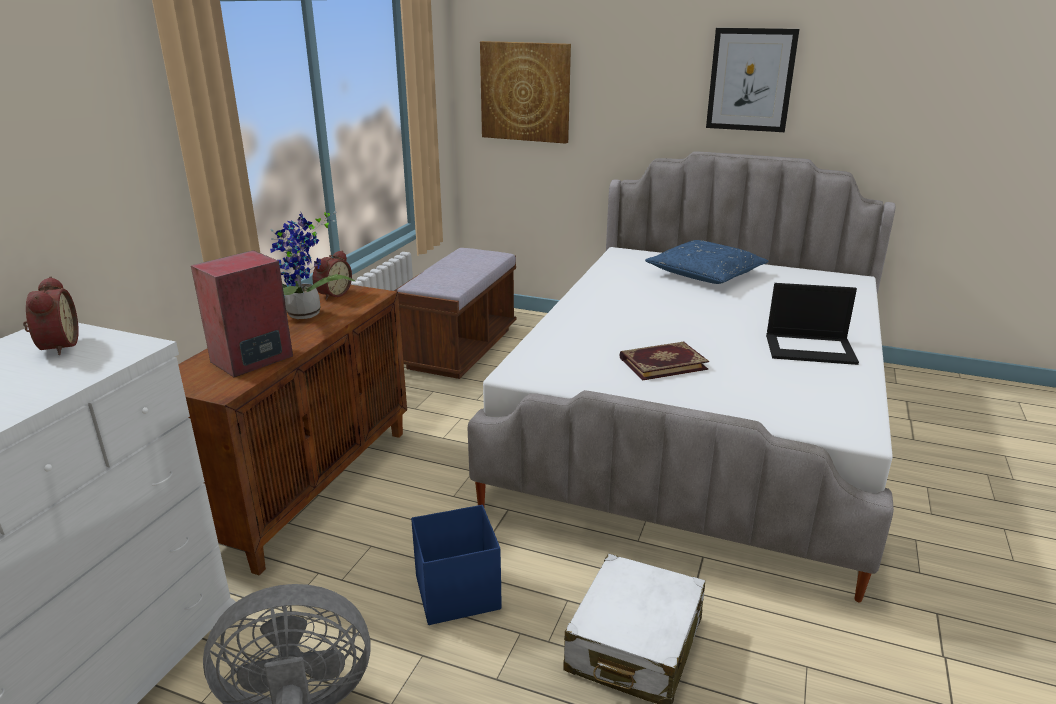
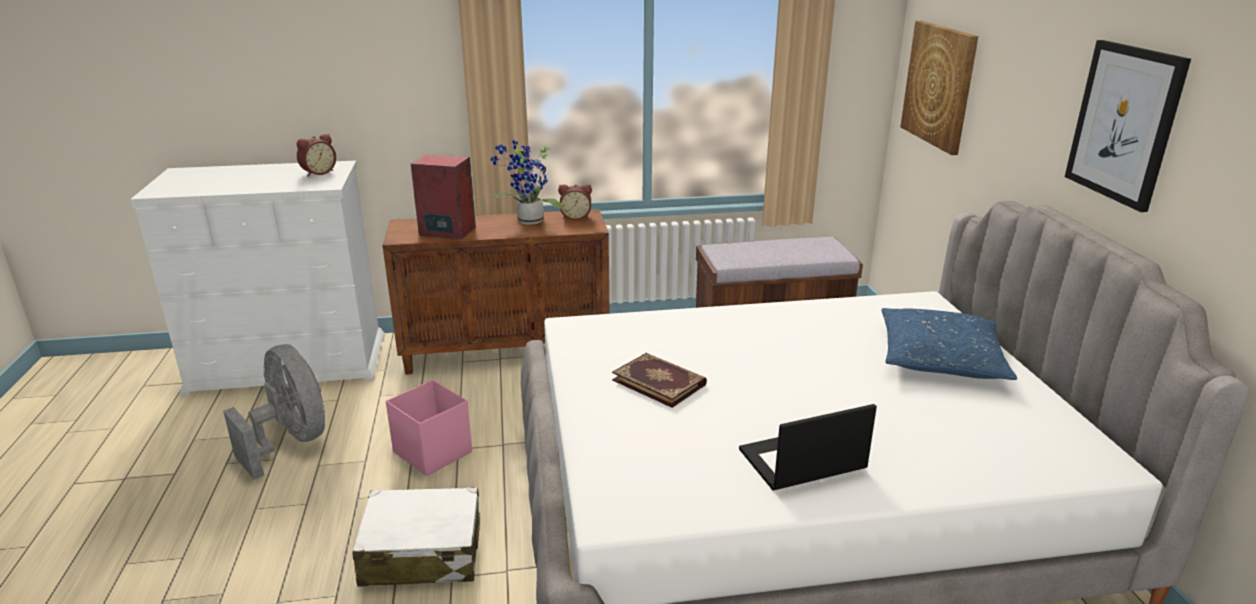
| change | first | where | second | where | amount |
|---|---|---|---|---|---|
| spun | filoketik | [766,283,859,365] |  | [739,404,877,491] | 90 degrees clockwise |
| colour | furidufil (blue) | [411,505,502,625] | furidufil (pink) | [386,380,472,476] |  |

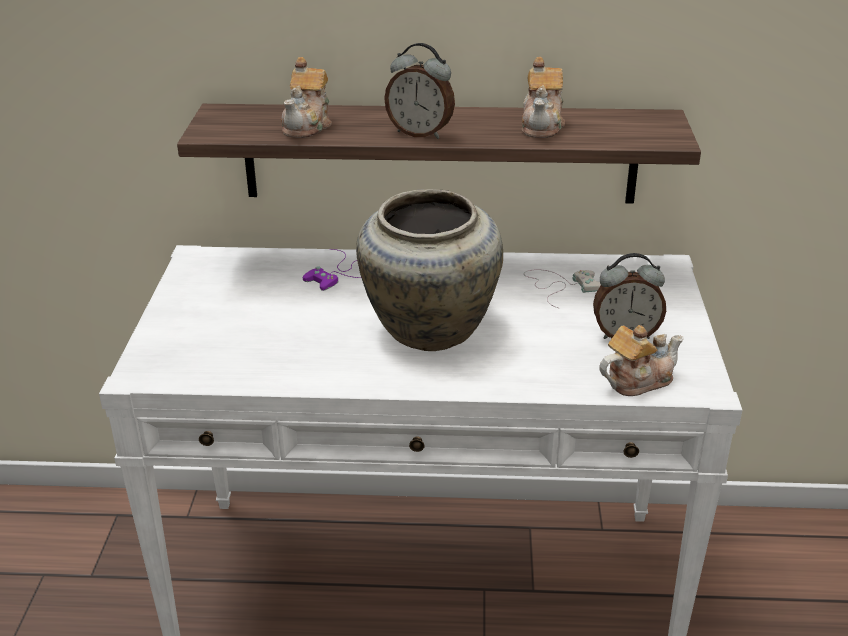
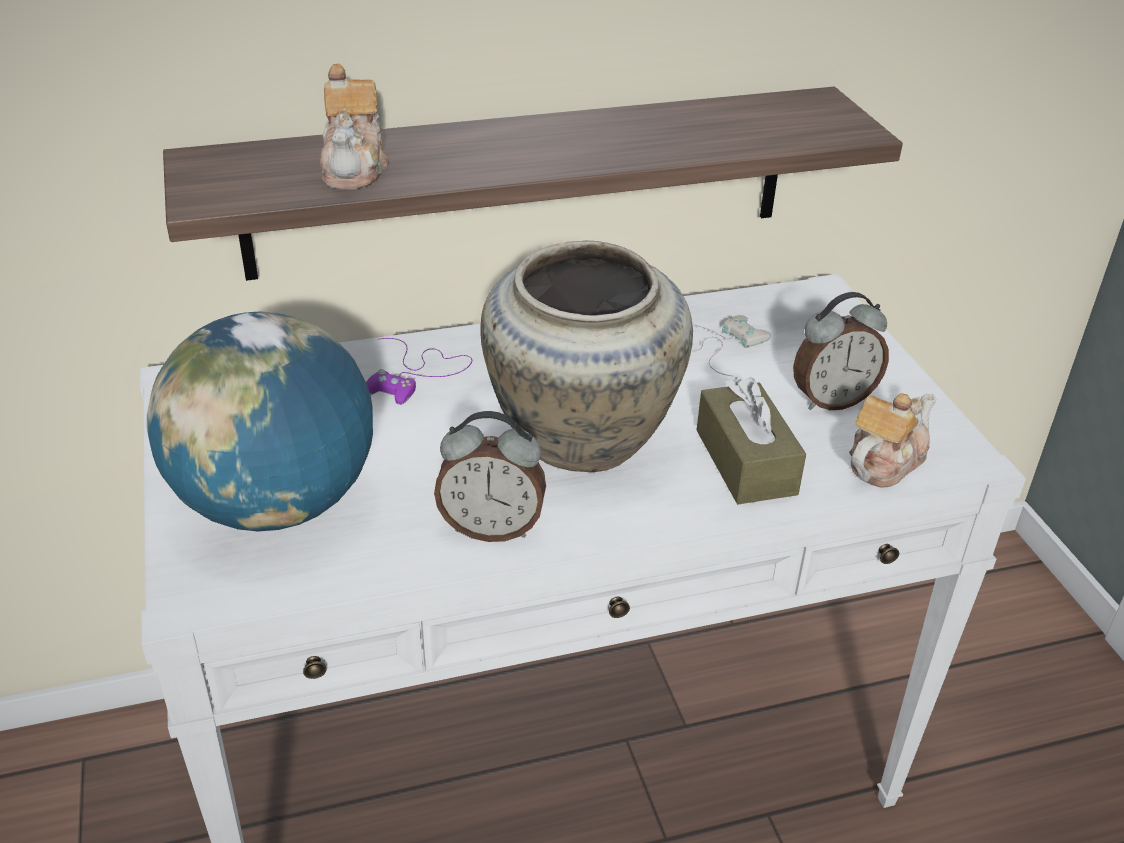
| change | first | where | second | where | amount |
|---|---|---|---|---|---|
| relocated | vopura | [384,43,455,139] |  | [434,411,546,542] |  |
| missing | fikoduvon | [522,57,565,138] |  |  |  |
| appeared |  |  | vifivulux | [147,311,373,531] |  |
| appeared |  |  | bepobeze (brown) | [697,377,806,504] |  |

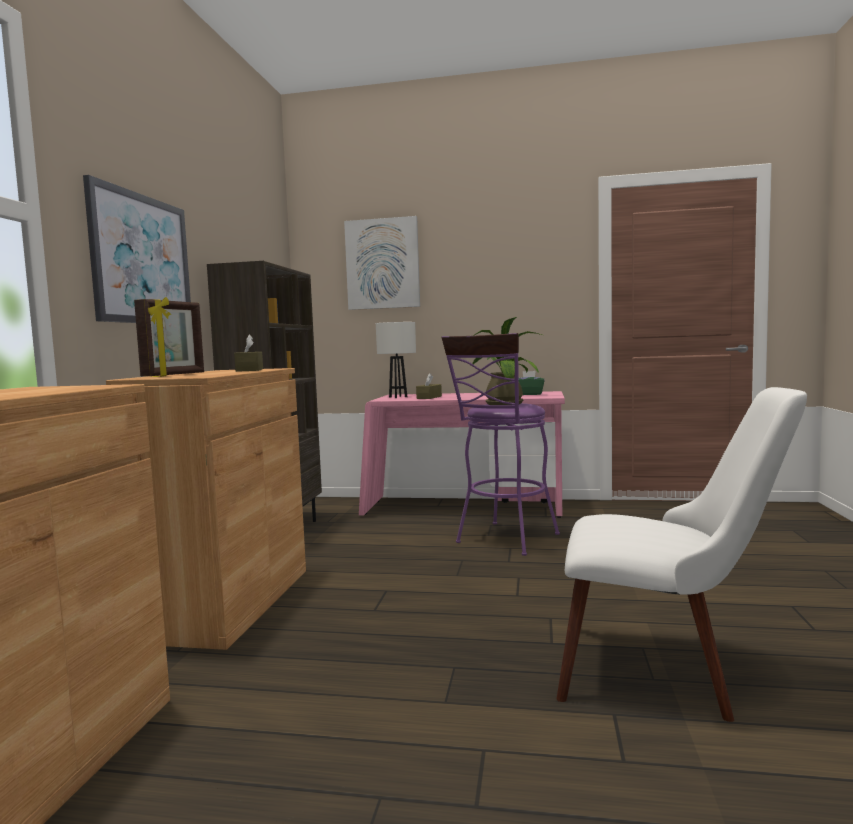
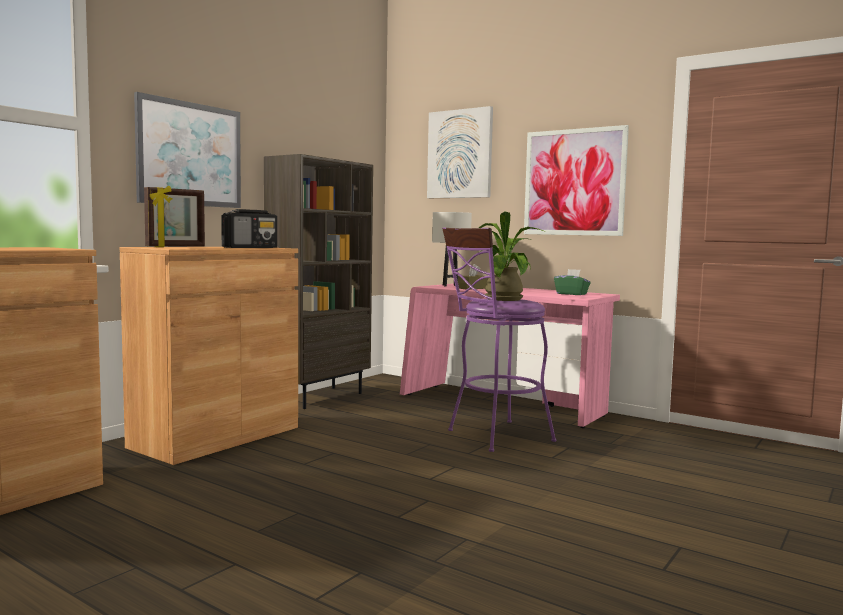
| change | first | where | second | where | amount |
|---|---|---|---|---|---|
| exchanged | bepobeze (brown) | [234,335,263,372] | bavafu | [221,209,277,248] |  |
| missing | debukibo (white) | [556,387,807,722] |  |  |  |
| appeared |  |  | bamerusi | [524,125,629,236] |  |

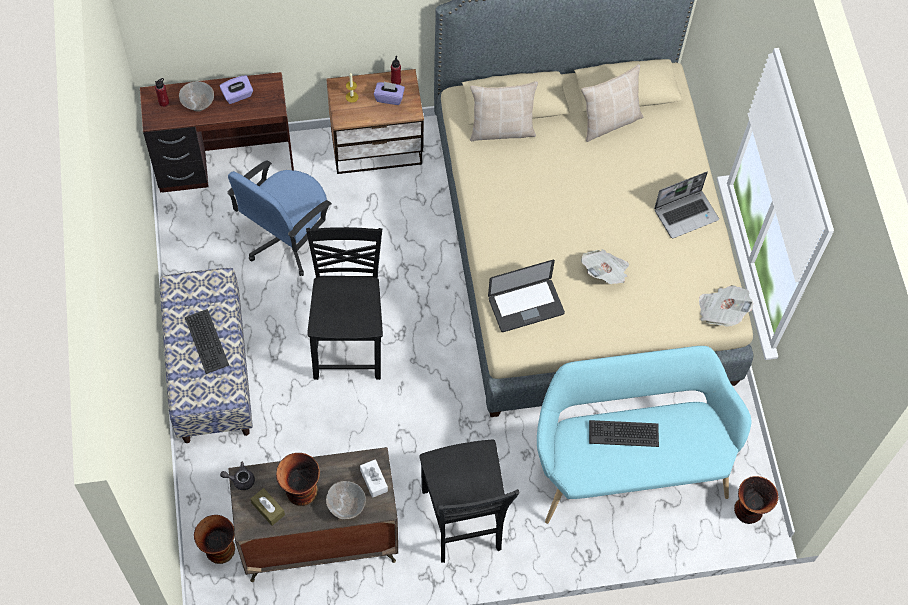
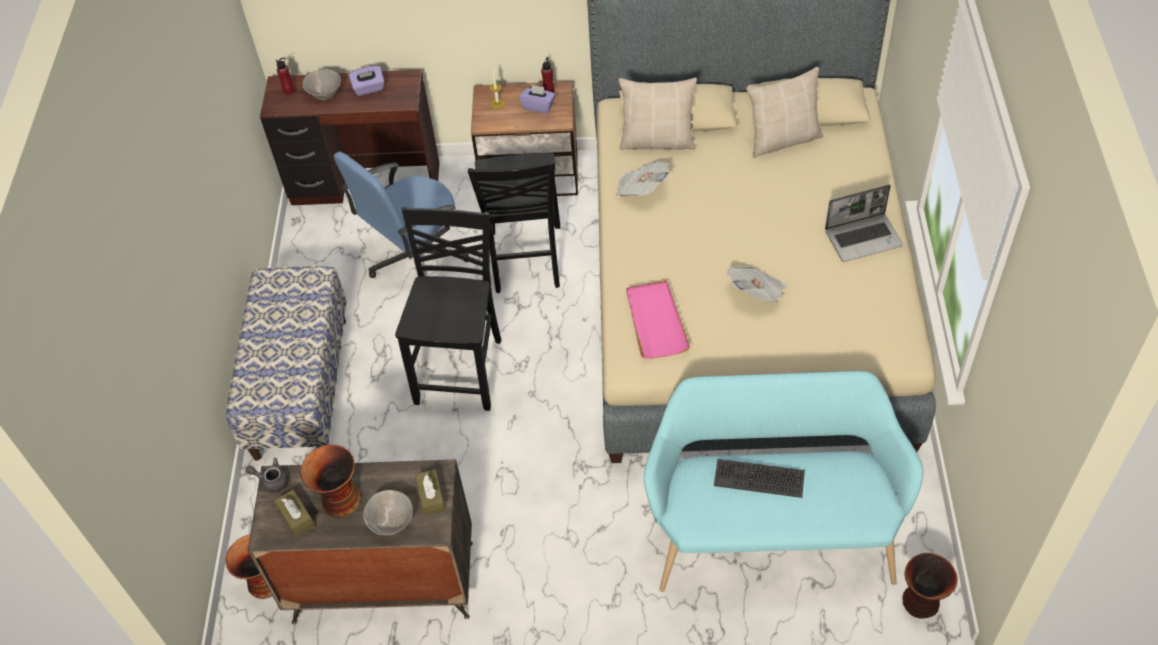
| change | first | where | second | where | amount |
|---|---|---|---|---|---|
| exchanged | filoketik | [488,260,565,332] | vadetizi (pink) | [626,281,690,359] |  |
| relocated | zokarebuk | [699,285,753,327] |  | [615,161,670,197] |  |
| missing | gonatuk | [185,309,229,374] |  |  |  |
| relocated | debukibo (black) | [419,440,520,563] |  | [468,153,560,293] |  |
| colour | bepobeze (white) | [360,459,388,498] | bepobeze (brown) | [415,469,446,516] |  |

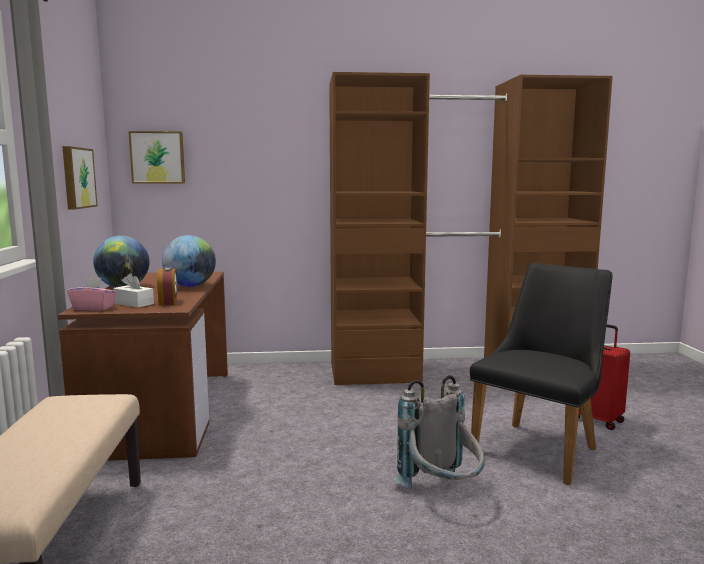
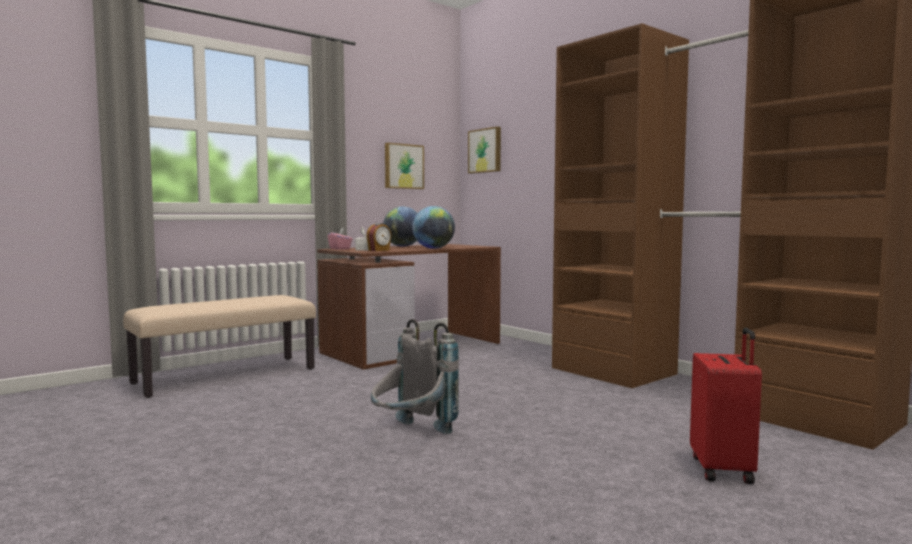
| change | first | where | second | where | amount |
|---|---|---|---|---|---|
| missing | debukibo (black) | [470,263,613,485] |  |  |  |

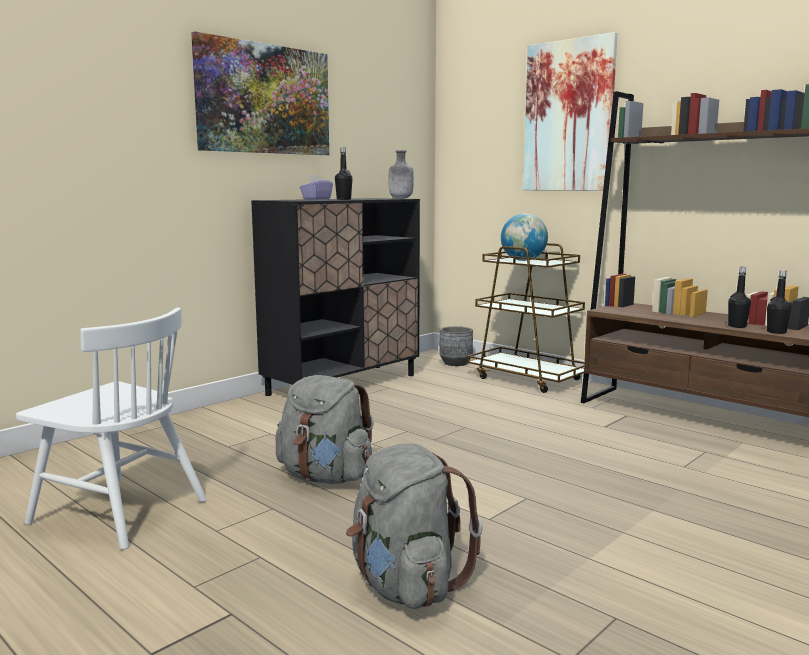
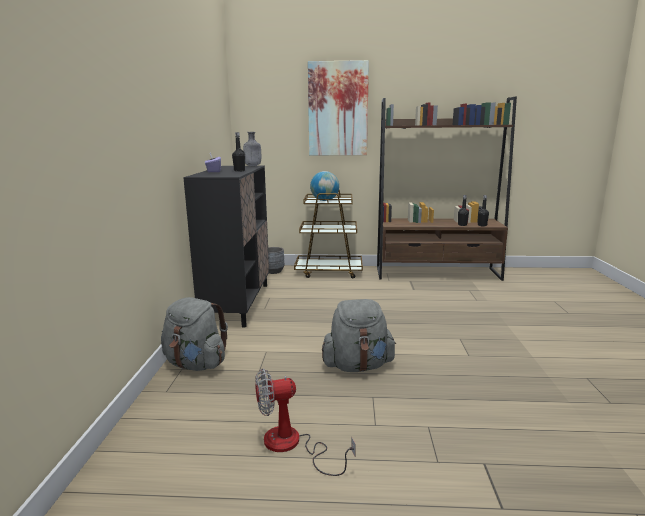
| change | first | where | second | where | amount |
|---|---|---|---|---|---|
| missing | bamerusi | [191,31,329,155] |  |  |  |
| exchanged | debukibo (white) | [16,308,207,550] | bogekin | [255,368,356,476] |  |
| relocated | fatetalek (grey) | [346,443,483,609] |  | [161,297,228,371] |  |

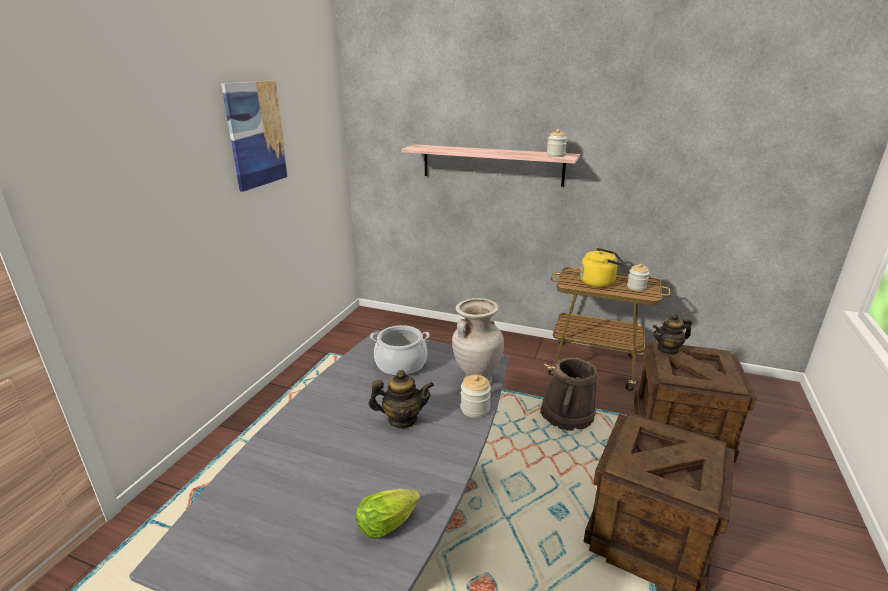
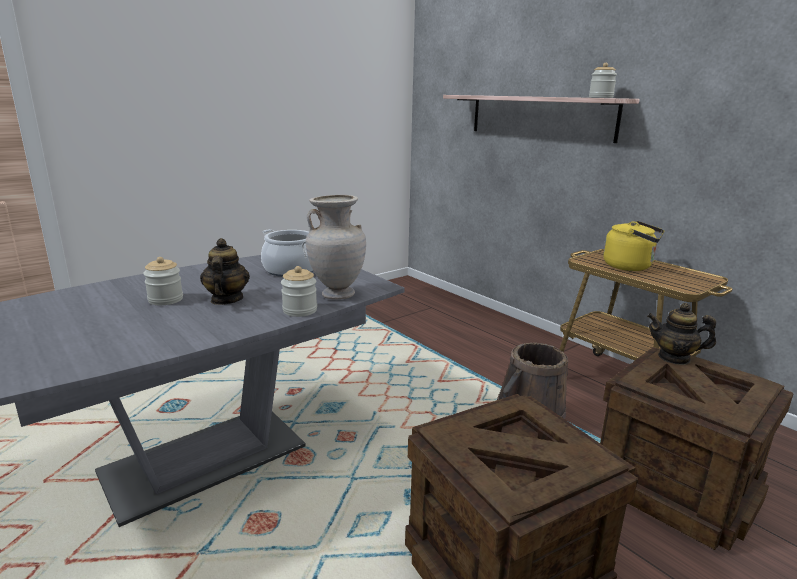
| change | first | where | second | where | amount |
|---|---|---|---|---|---|
| missing | bamerusi | [221,80,288,192] |  |  |  |
| relocated | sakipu | [627,264,649,291] |  | [143,257,183,305] |  |
| spun | fikoduvon | [369,370,434,428] |  | [200,238,250,305] | 120 degrees counterclockwise |
| missing | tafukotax | [356,489,420,538] |  |  |  |

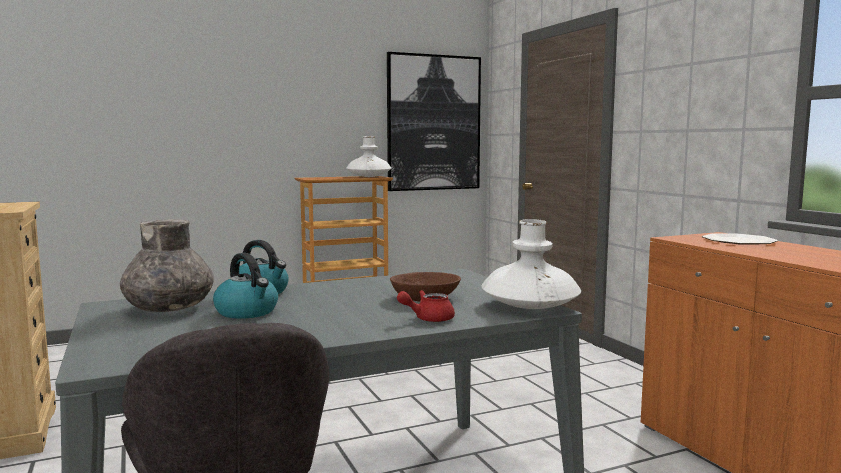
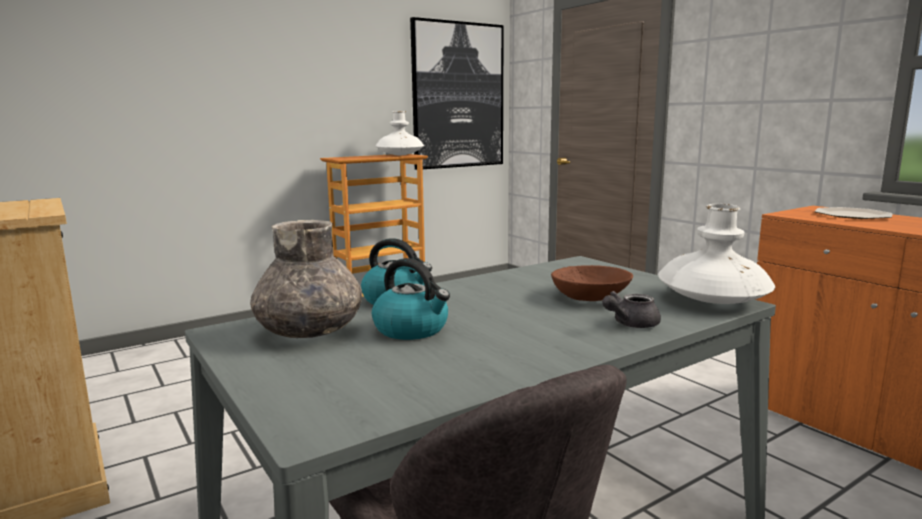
| change | first | where | second | where | amount |
|---|---|---|---|---|---|
| colour | fikoduvon (red) | [397,290,455,322] | fikoduvon (grey) | [602,291,661,328] |  |

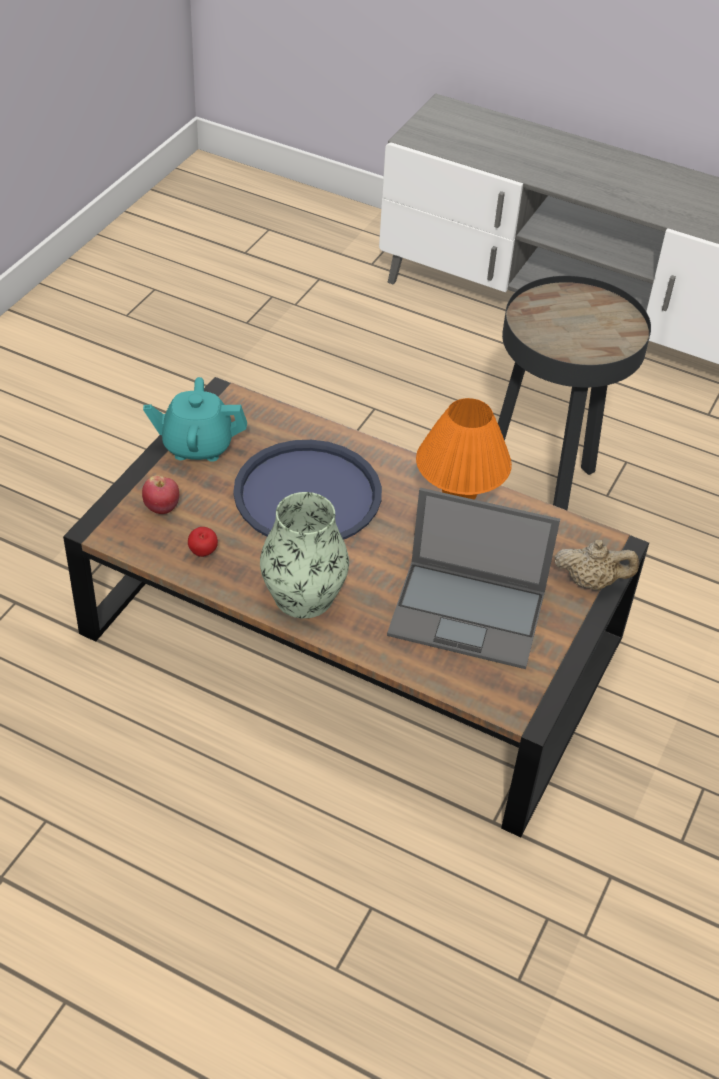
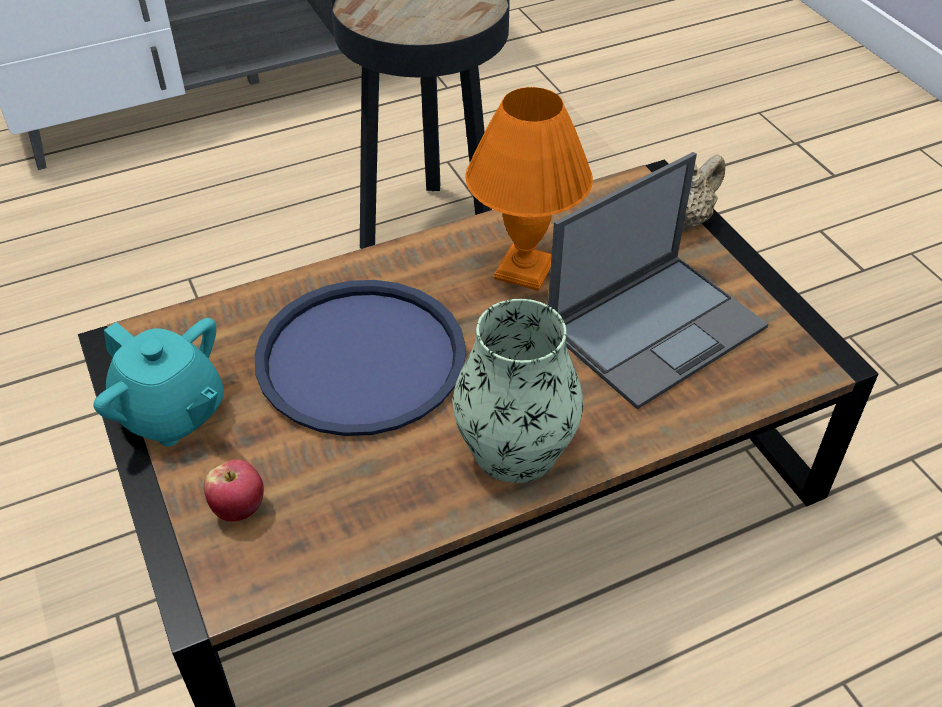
| change | first | where | second | where | amount |
|---|---|---|---|---|---|
| spun | fikoduvon (turquoise) | [143,377,247,462] |  | [93,318,224,446] | 90 degrees counterclockwise |
| missing | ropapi | [188,527,218,557] |  |  |  |

